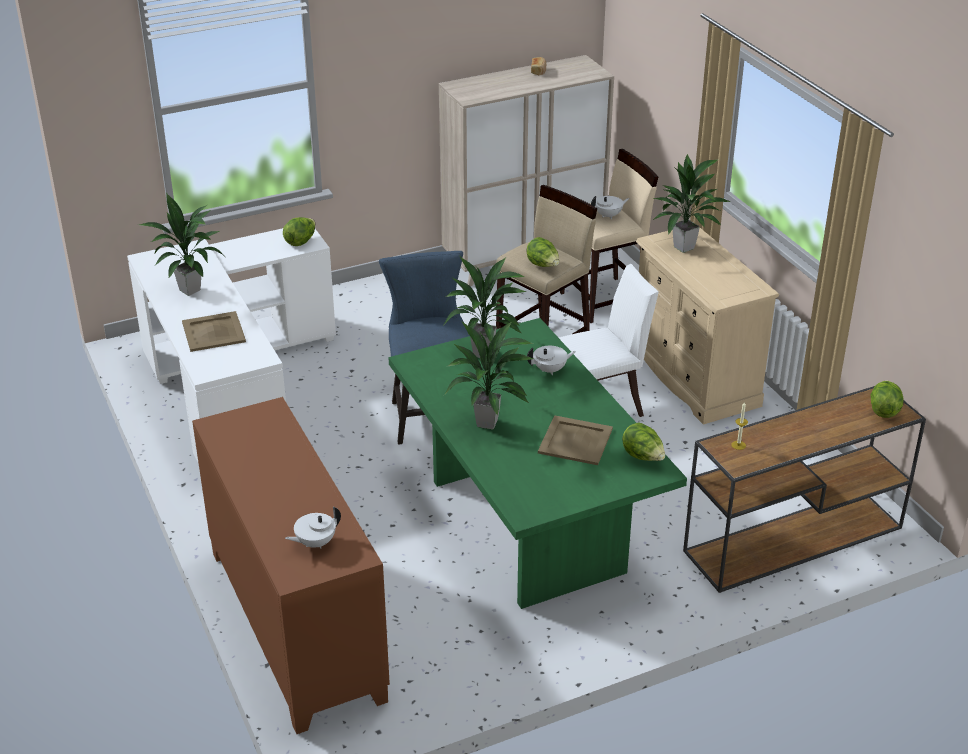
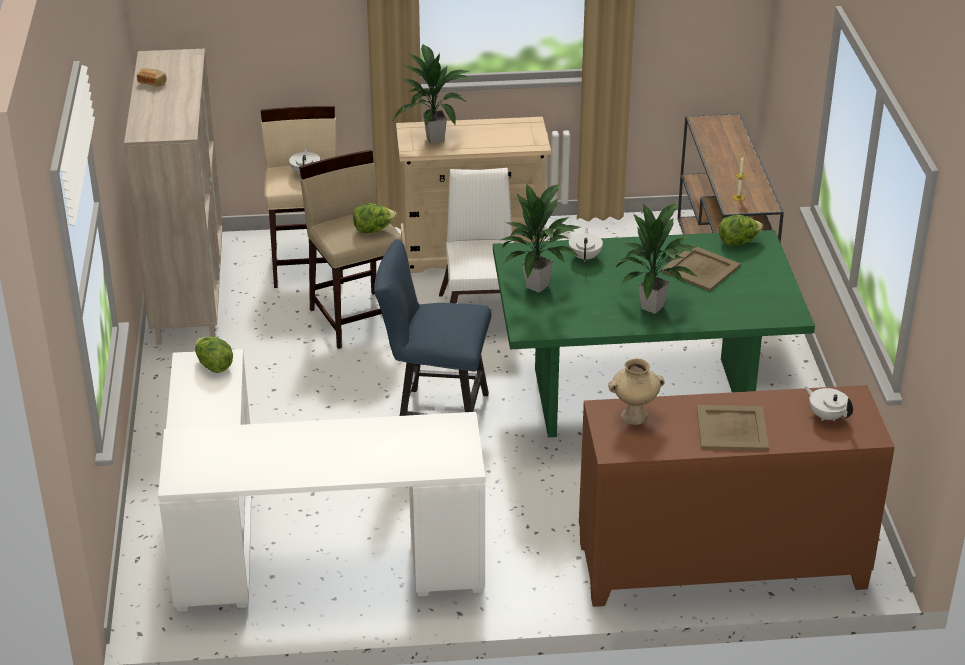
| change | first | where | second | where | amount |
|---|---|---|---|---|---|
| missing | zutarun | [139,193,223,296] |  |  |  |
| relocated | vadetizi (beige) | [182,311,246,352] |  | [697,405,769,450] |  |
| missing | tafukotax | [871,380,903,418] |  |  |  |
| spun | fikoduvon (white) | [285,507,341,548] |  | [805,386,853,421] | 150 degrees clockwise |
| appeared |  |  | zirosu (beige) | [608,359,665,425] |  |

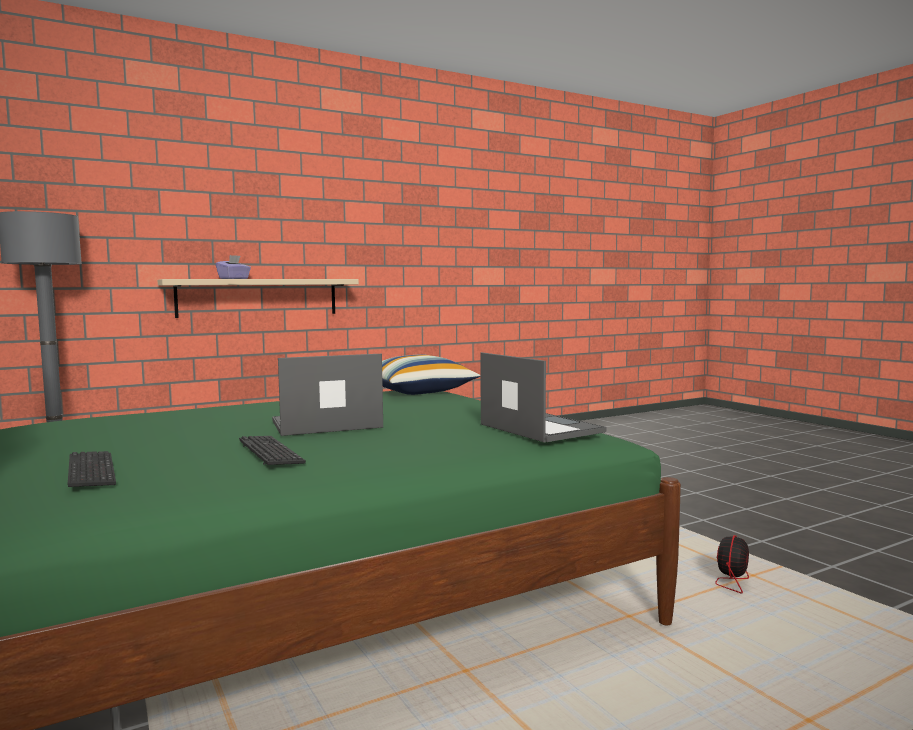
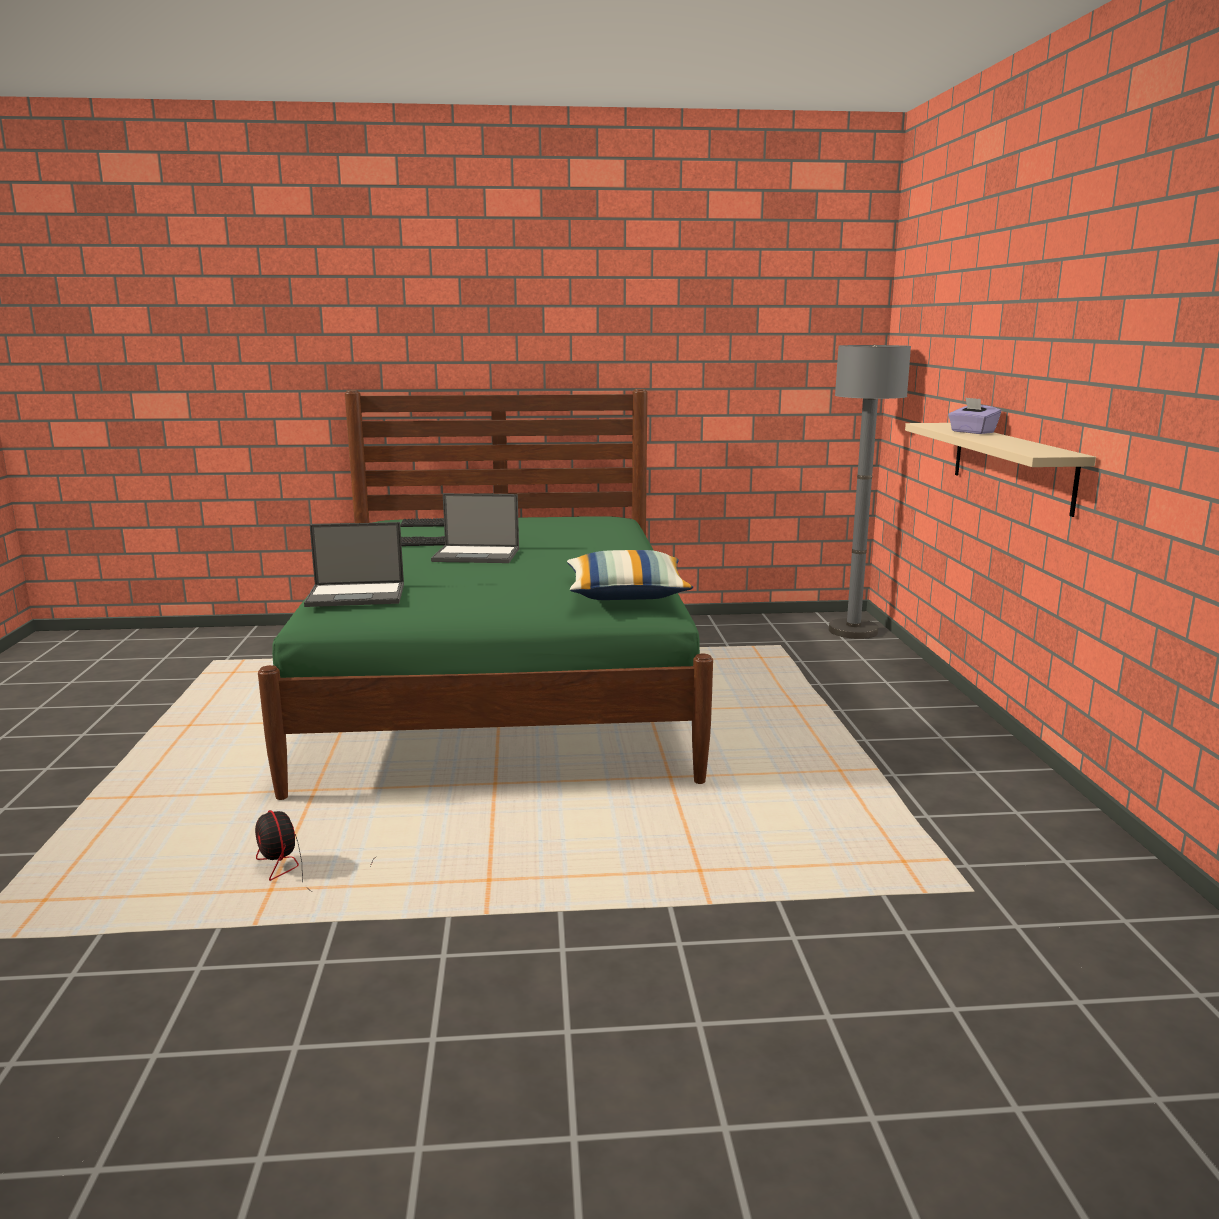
| change | first | where | second | where | amount |
|---|---|---|---|---|---|
| spun | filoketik | [272,354,383,436] |  | [431,493,519,563] | 90 degrees clockwise |

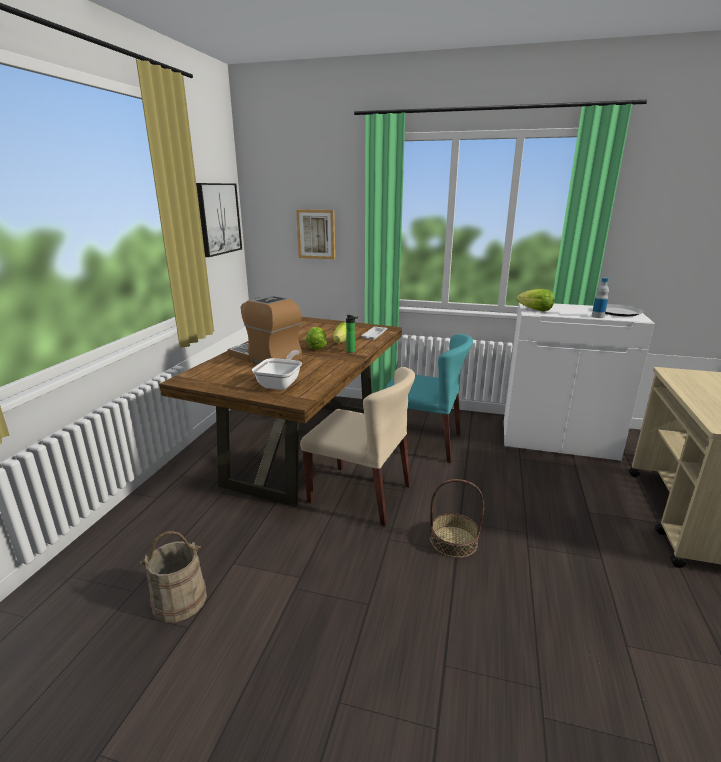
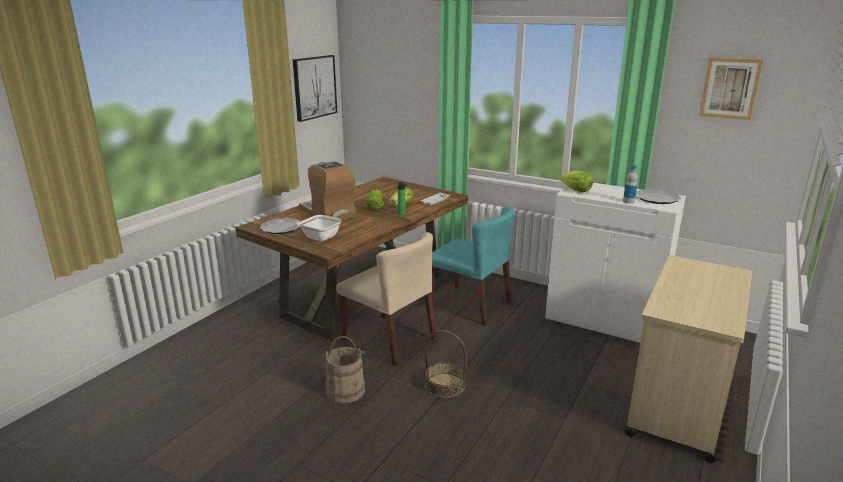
| change | first | where | second | where | amount |
|---|---|---|---|---|---|
| relocated | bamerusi | [296,210,335,259] |  | [699,57,763,120] |  |
| relocated | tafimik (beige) | [140,531,207,622] |  | [322,336,365,404] |  |
| appeared |  |  | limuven | [260,218,301,234] |  |

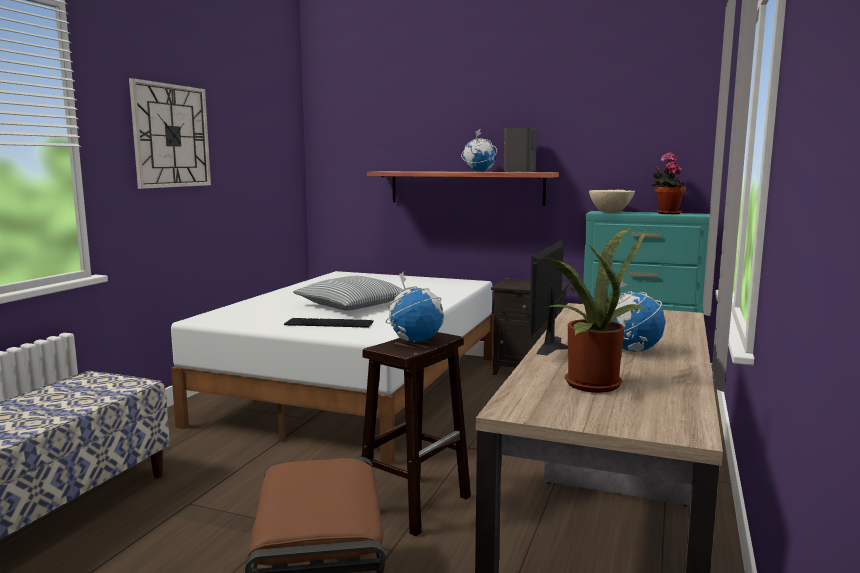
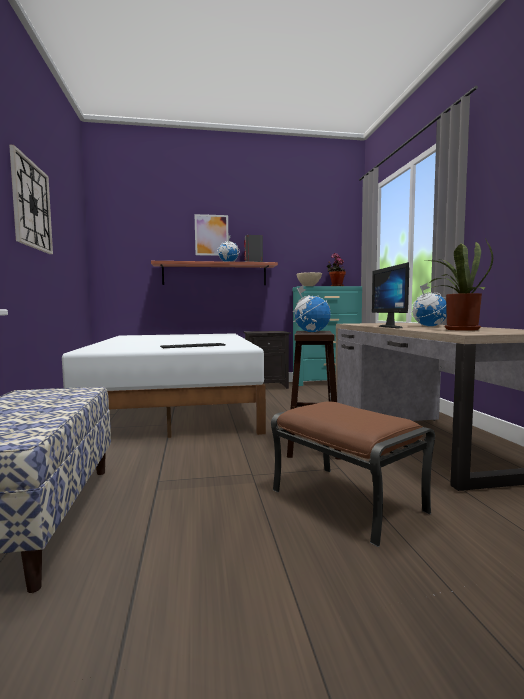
| change | first | where | second | where | amount |
|---|---|---|---|---|---|
| missing | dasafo | [293,276,403,311] |  |  |  |
| appeared |  |  | bamerusi | [195,214,228,256] |  |

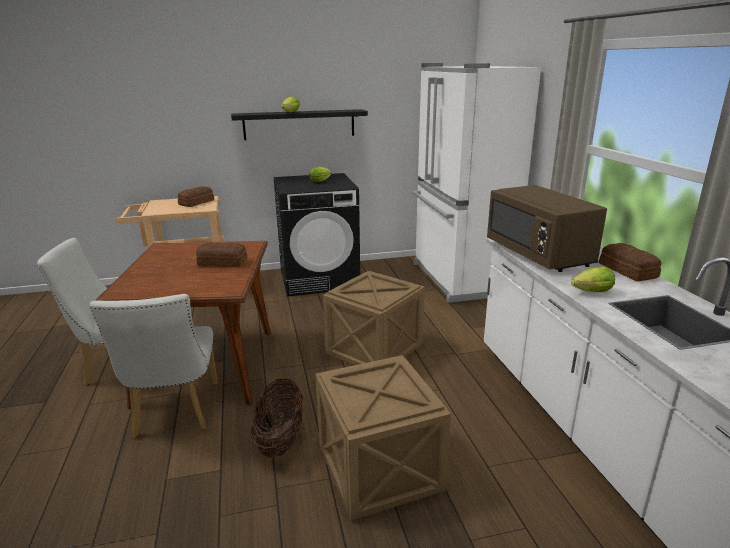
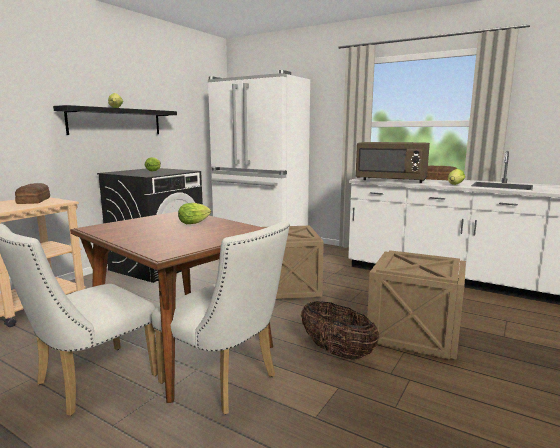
| change | first | where | second | where | amount |
|---|---|---|---|---|---|
| exchanged | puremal | [196,243,247,267] | tafukotax | [178,203,211,224] |  |

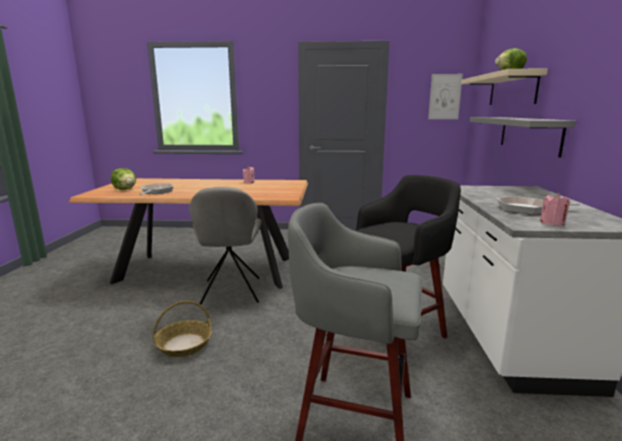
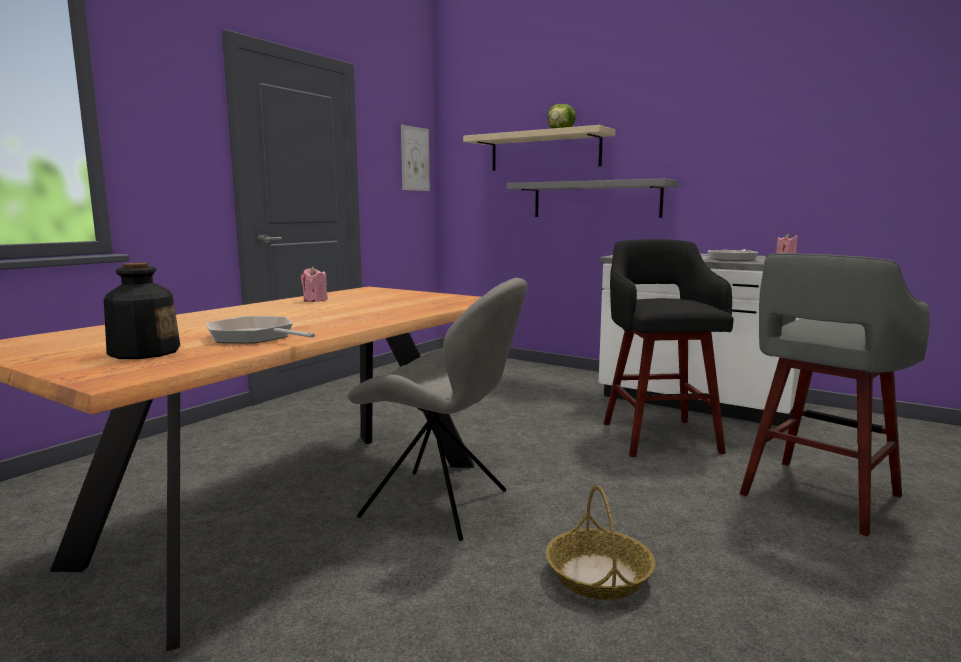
| change | first | where | second | where | amount |
|---|---|---|---|---|---|
| exchanged | tafukotax | [111,168,136,190] | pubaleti | [104,263,180,359] |  |

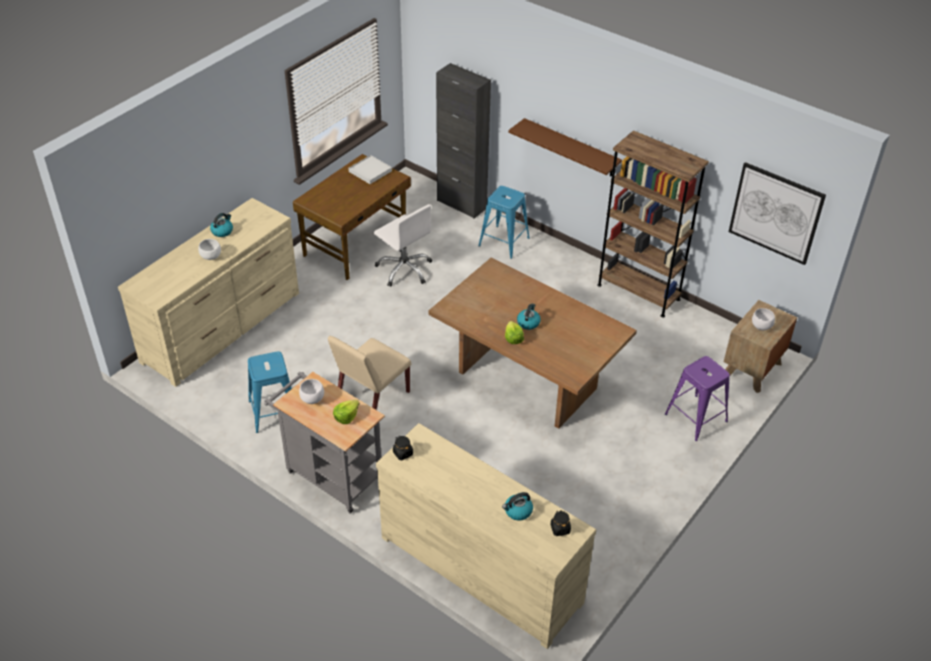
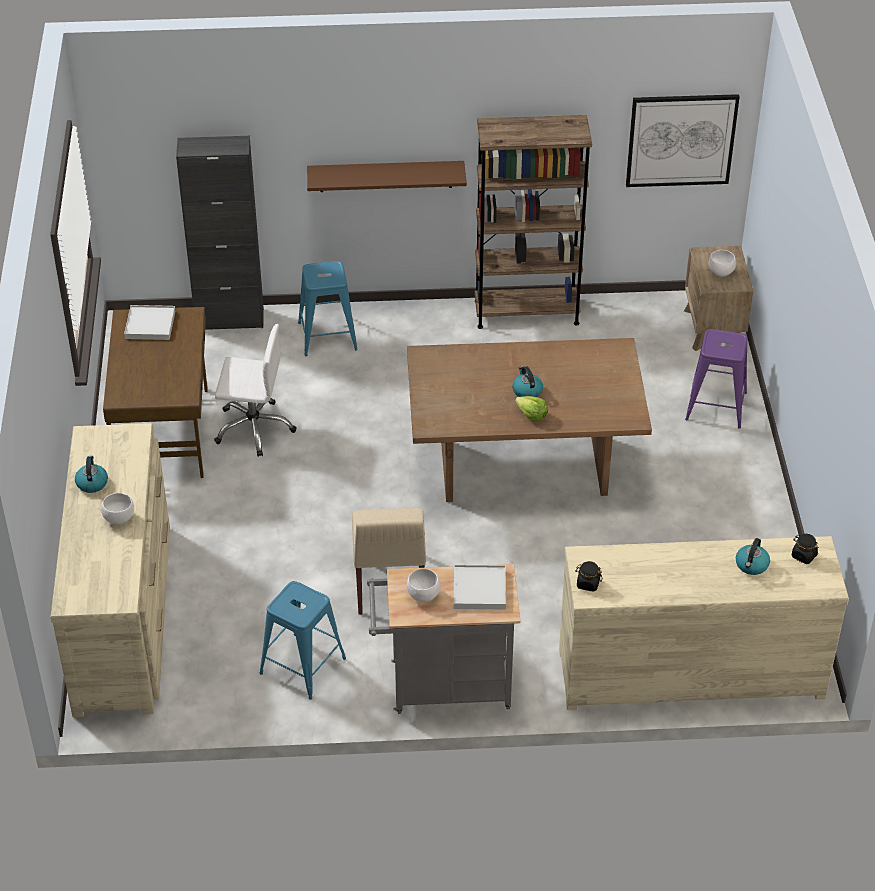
| change | first | where | second | where | amount |
|---|---|---|---|---|---|
| exchanged | tafukotax | [333,400,360,424] | vadetizi (white) | [454,565,506,609] |  |

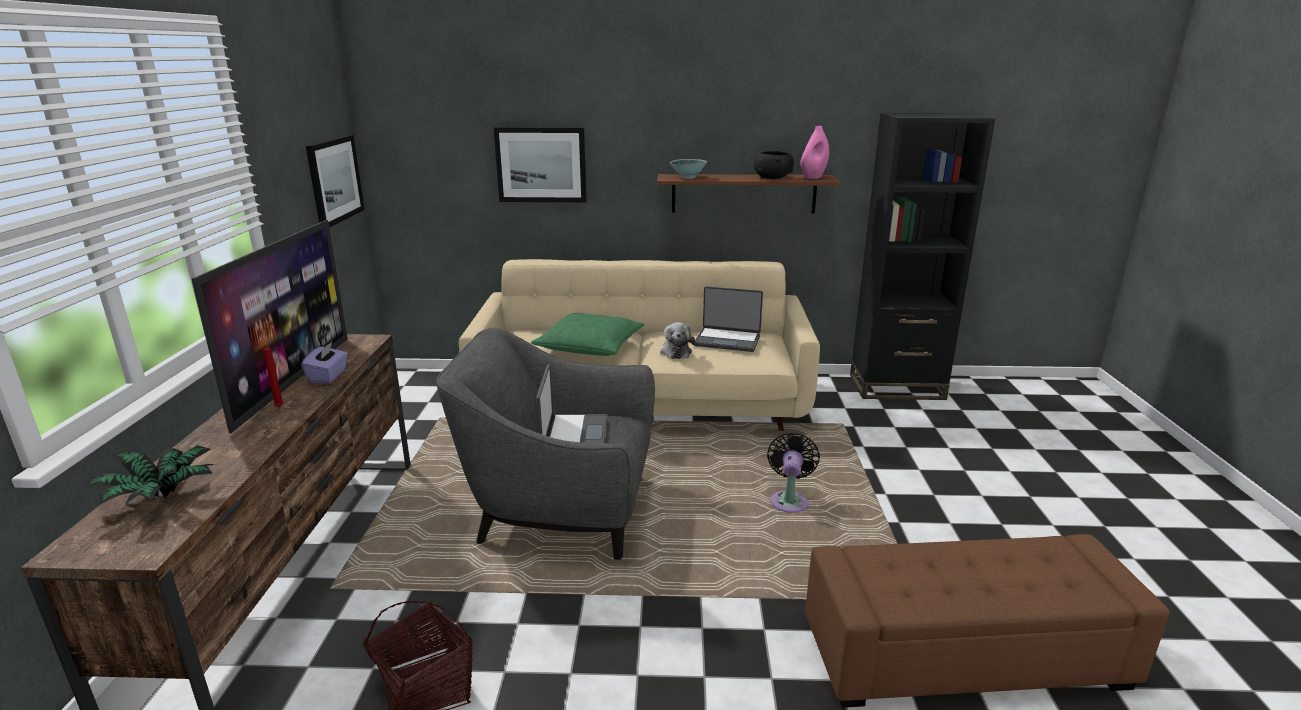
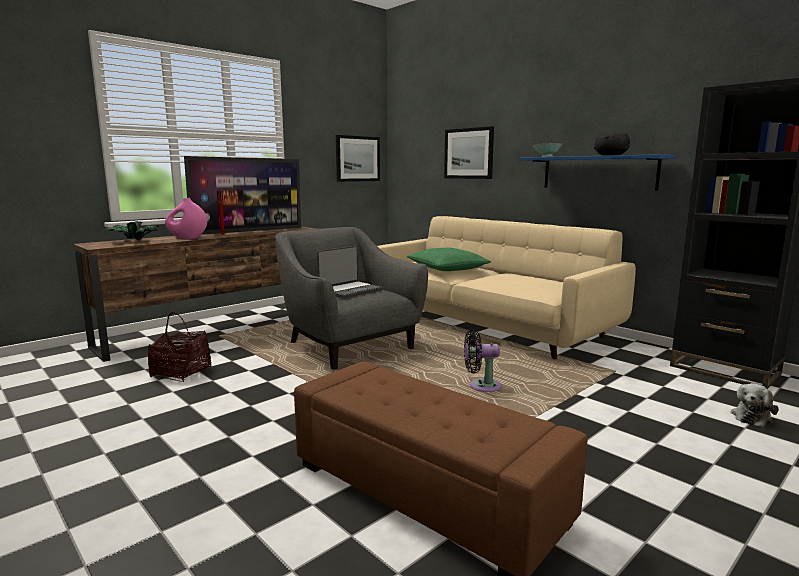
| change | first | where | second | where | amount |
|---|---|---|---|---|---|
| relocated | zirosu (pink) | [800,126,829,179] |  | [165,198,207,239] |  |
| colour | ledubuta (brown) | [657,174,841,213] | ledubuta (blue) | [519,154,676,190] |  |
| missing | filoketik | [694,286,763,352] |  |  |  |
| relocated | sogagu | [660,322,695,359] |  | [731,383,779,428] |  |
| missing | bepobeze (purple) | [301,342,348,383] |  |  |  |
| spun | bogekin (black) | [767,433,820,513] |  | [464,330,502,392] | 150 degrees counterclockwise |

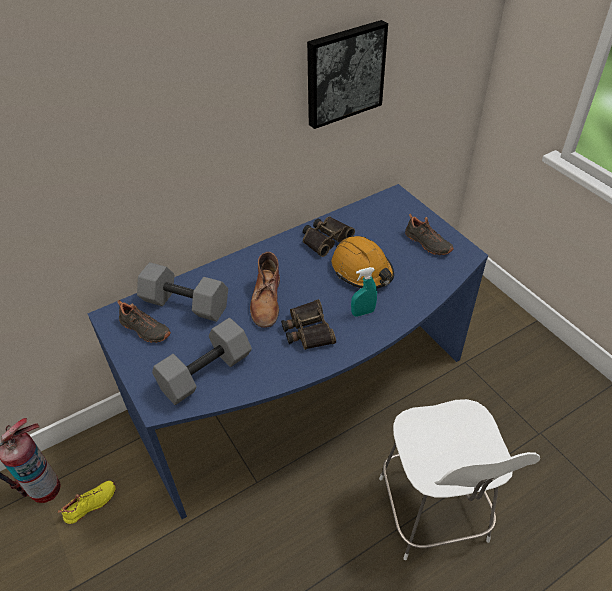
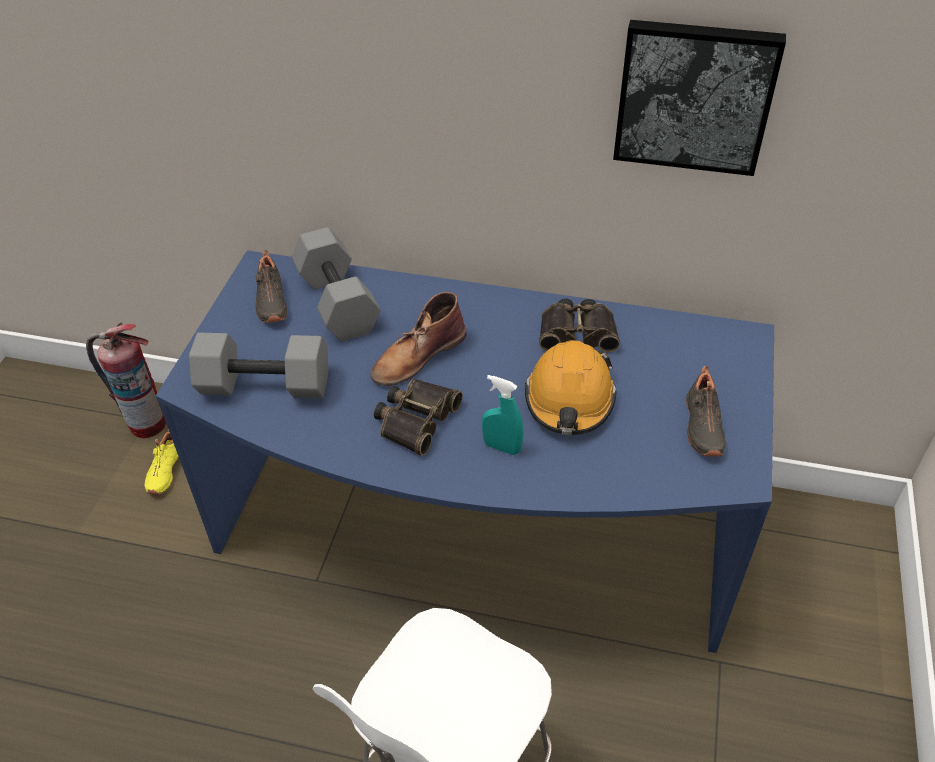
| change | first | where | second | where | amount |
|---|---|---|---|---|---|
| spun | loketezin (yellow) | [58,481,116,524] |  | [145,429,179,494] | 90 degrees clockwise |

